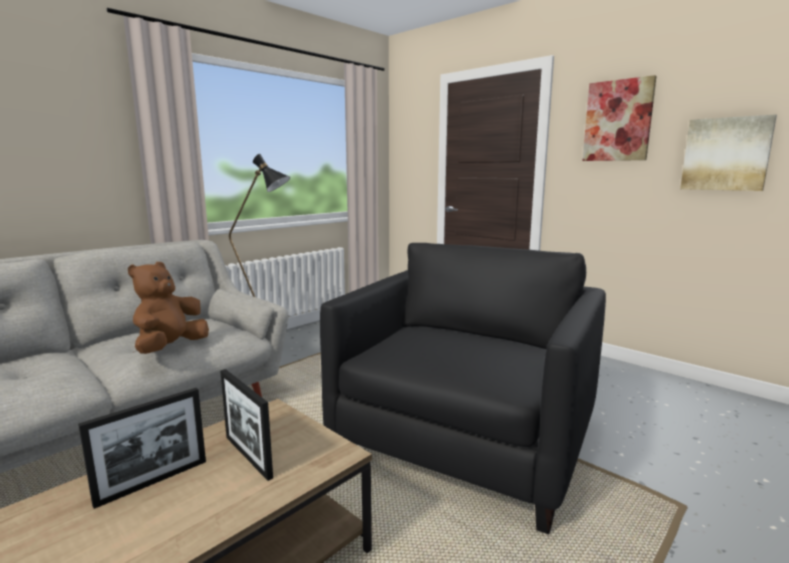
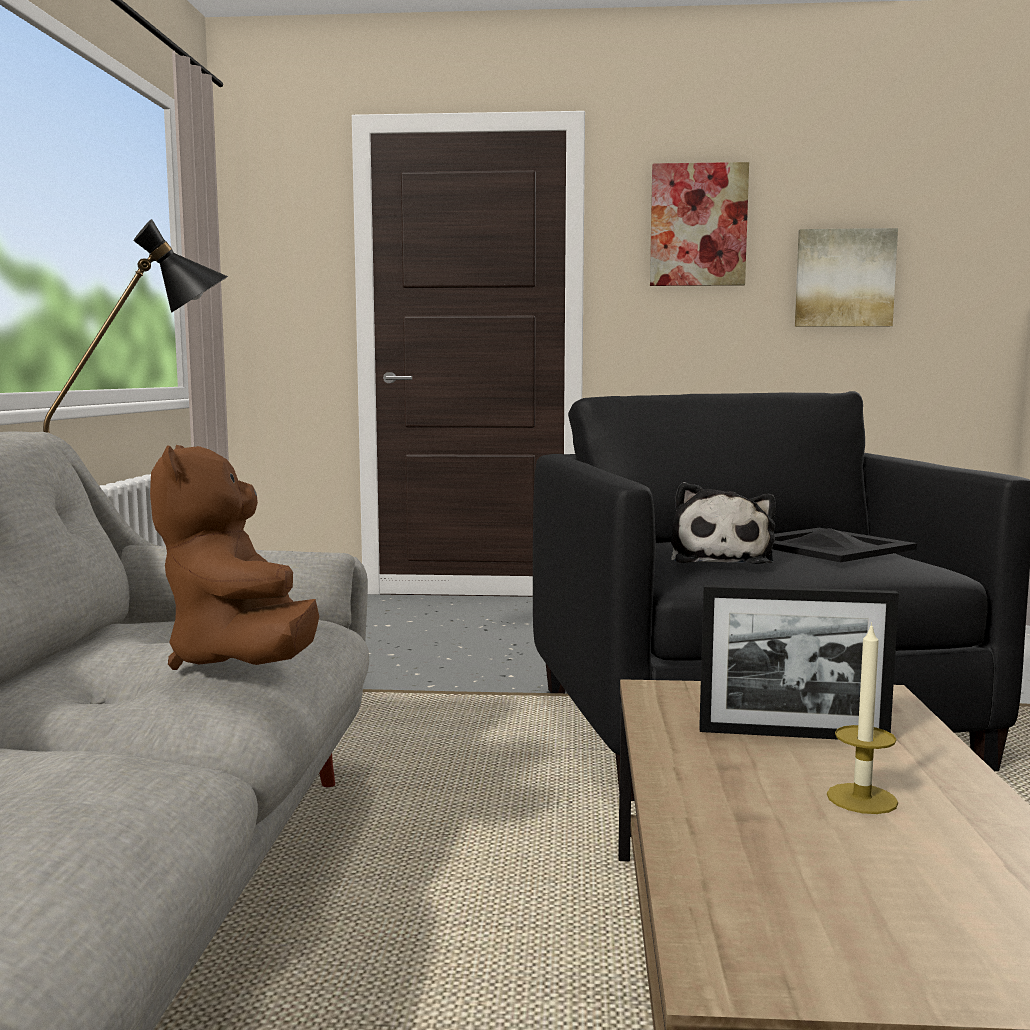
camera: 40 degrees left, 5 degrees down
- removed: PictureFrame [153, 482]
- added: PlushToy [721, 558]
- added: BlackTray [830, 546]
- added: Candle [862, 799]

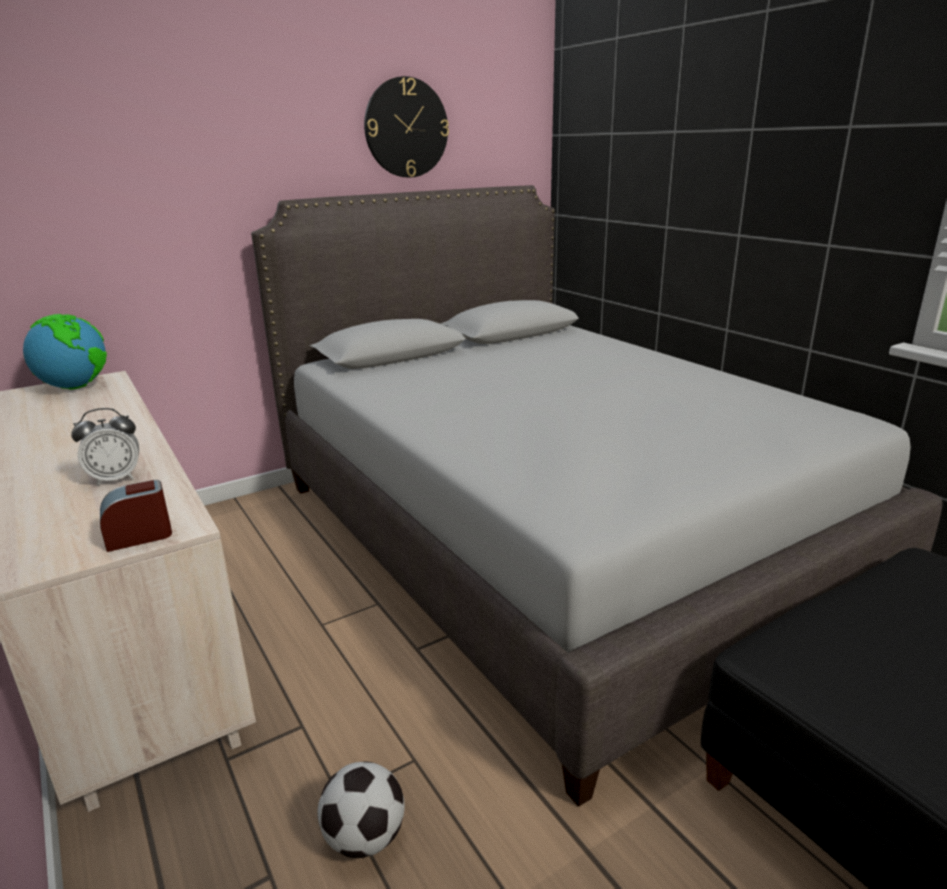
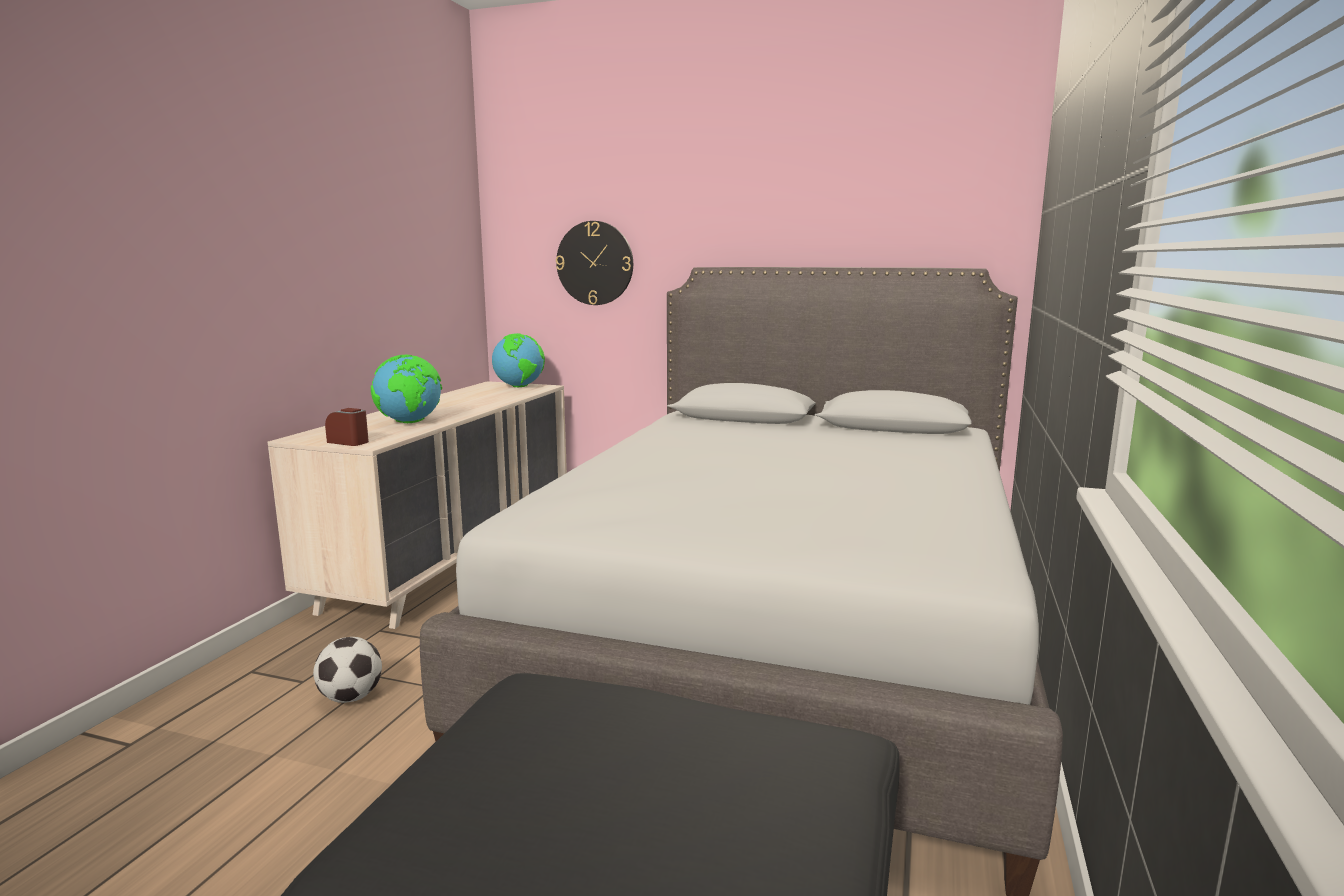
camera: 50 degrees right, 10 degrees down
- moved: WallClock [406, 128] to [595, 263]
- replaced: AlarmClock [116, 478] to Globe [410, 422]

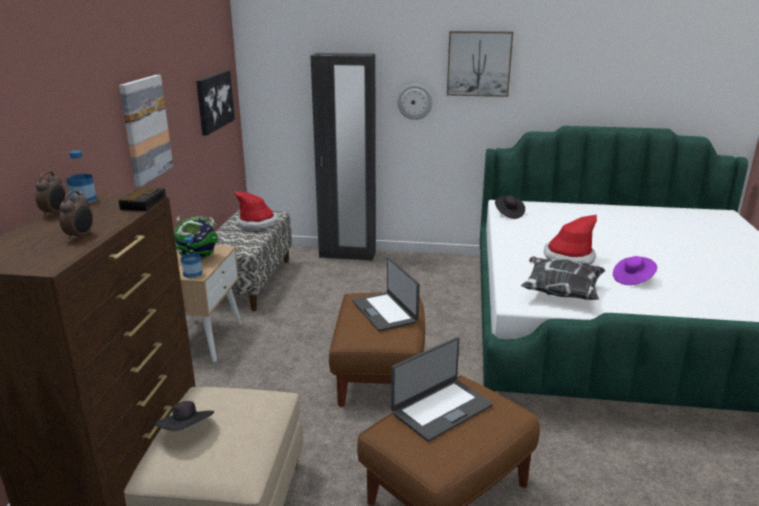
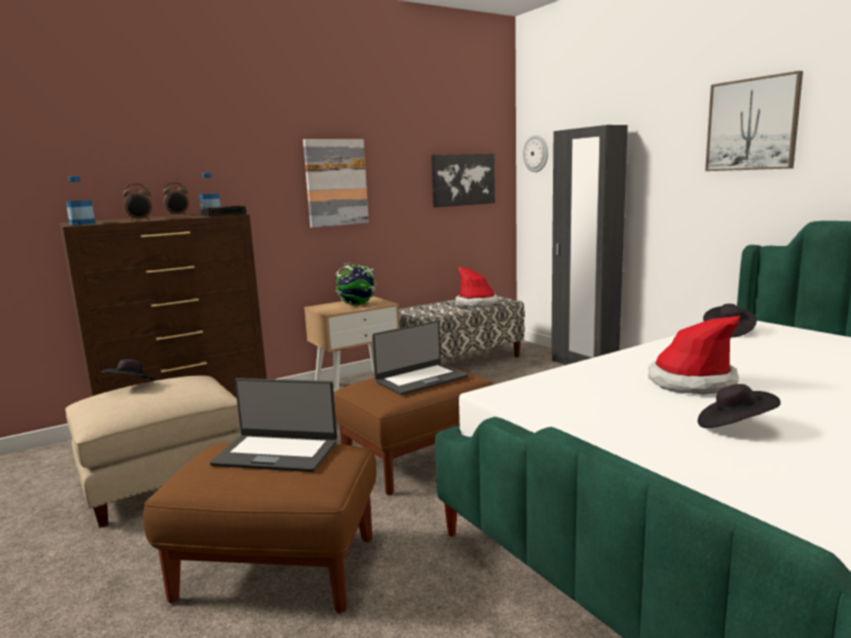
camera: 50 degrees right, 10 degrees down
- moved: WallClock [415, 102] to [536, 153]
- moved: Bottle [193, 274] to [82, 224]
- removed: Pillow [560, 292]
- recoloured: PurpleHat [632, 279] to BlackHat [734, 426]
- turned: Laptop [385, 311] = [420, 379] 150 degrees counterclockwise

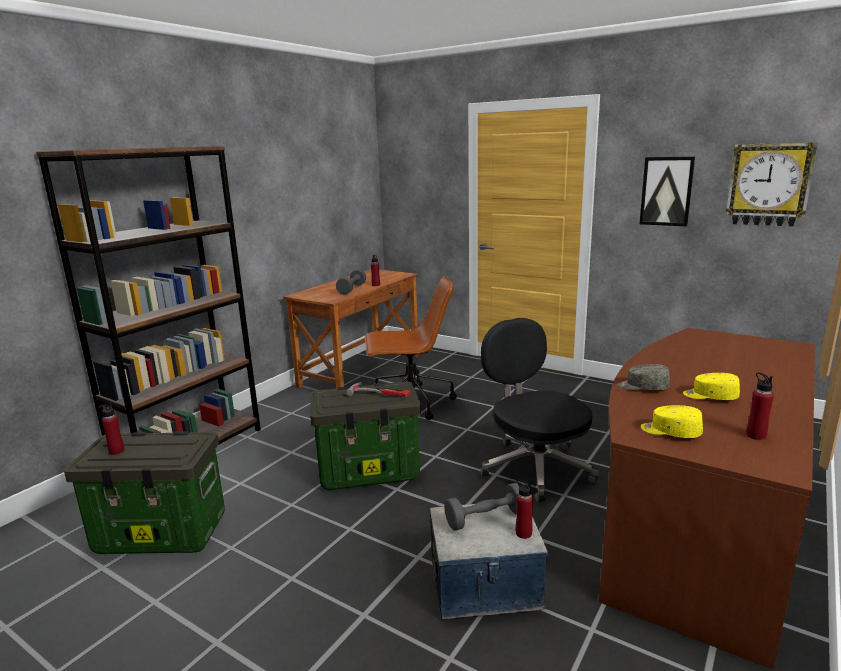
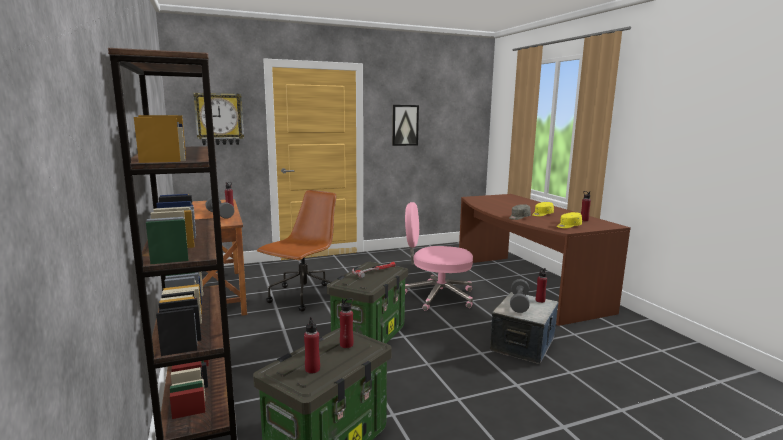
camera: 55 degrees left, 5 degrees down
- moved: WallClock [769, 184] to [219, 119]
- recoloured: BlackOfficeChair [535, 467] to PinkOfficeChair [437, 296]
- added: RedBottle [346, 345]

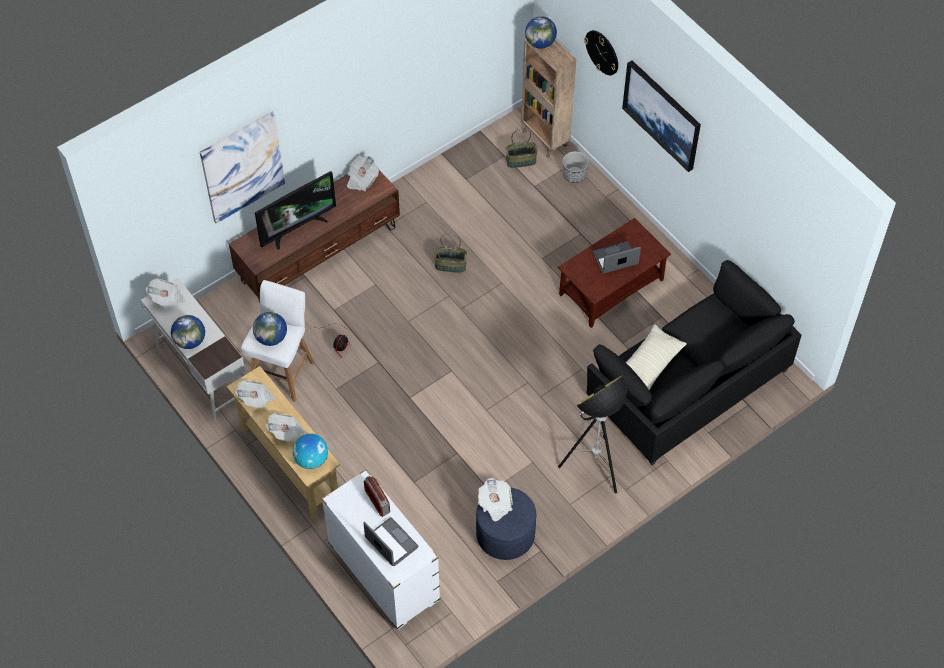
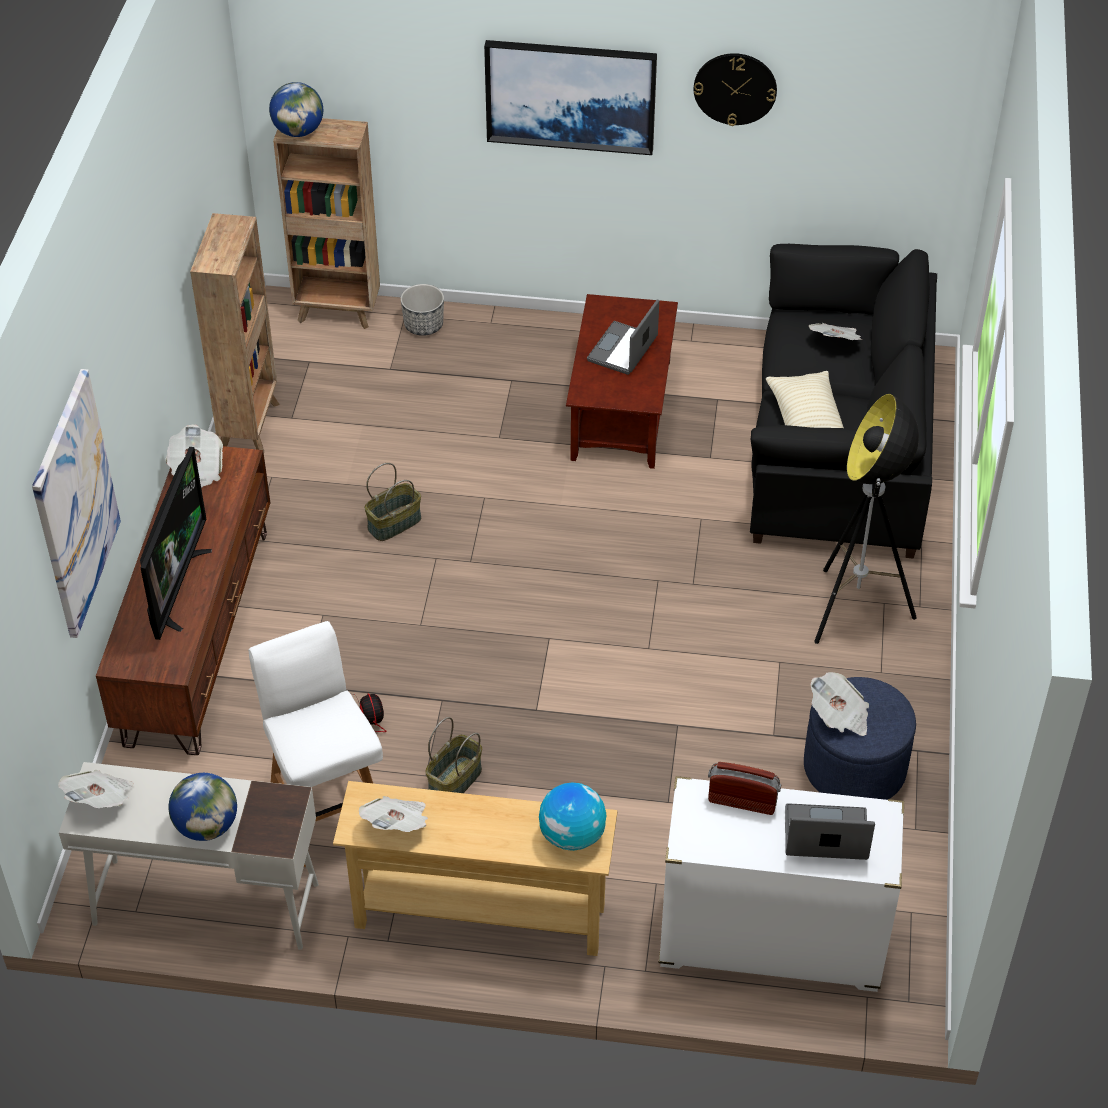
camera: 45 degrees left, 10 degrees down
- moved: WallClock [602, 52] to [735, 88]
- moved: Basket [520, 161] to [455, 781]
- removed: Globe [271, 337]
- moved: Newspaper [287, 432] to [835, 342]
- added: BrownBookcase [250, 424]

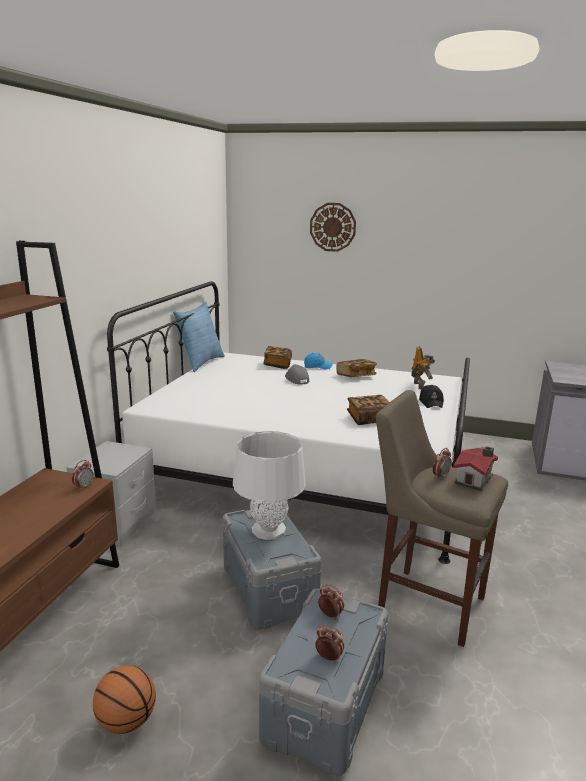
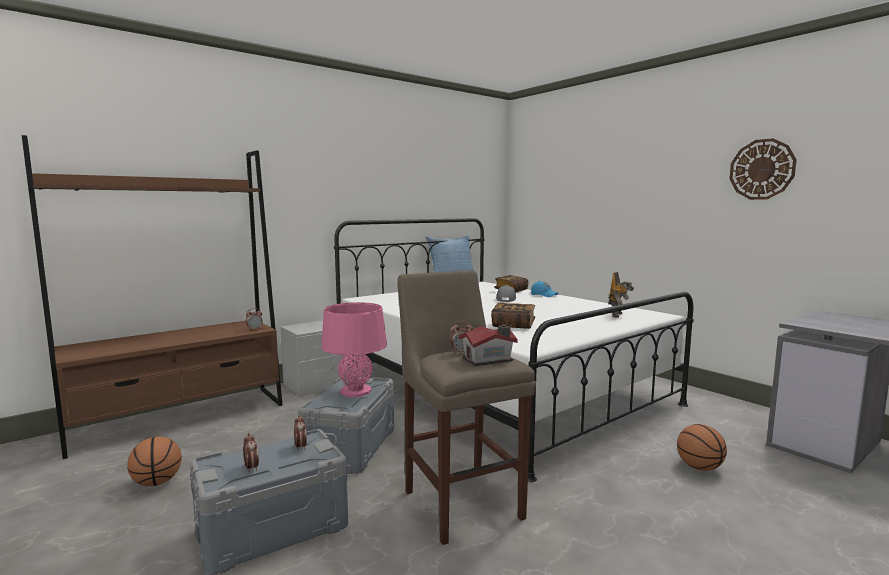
camera: 35 degrees right, 10 degrees down
- moved: WallClock [332, 227] to [762, 169]
- removed: Book [356, 376]
- removed: BlackCap [431, 402]
- recoloured: WhiteTableLamp [268, 530] to PinkTableLamp [355, 391]
- added: Basketball [699, 467]

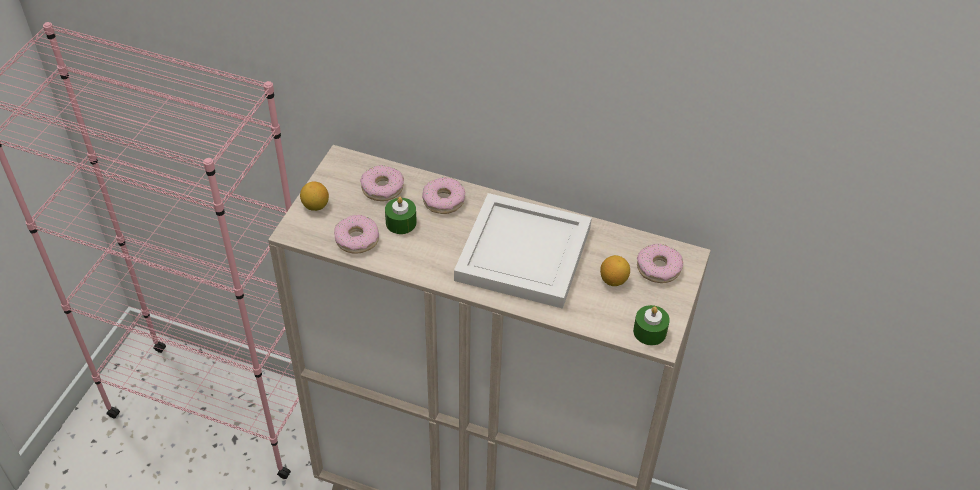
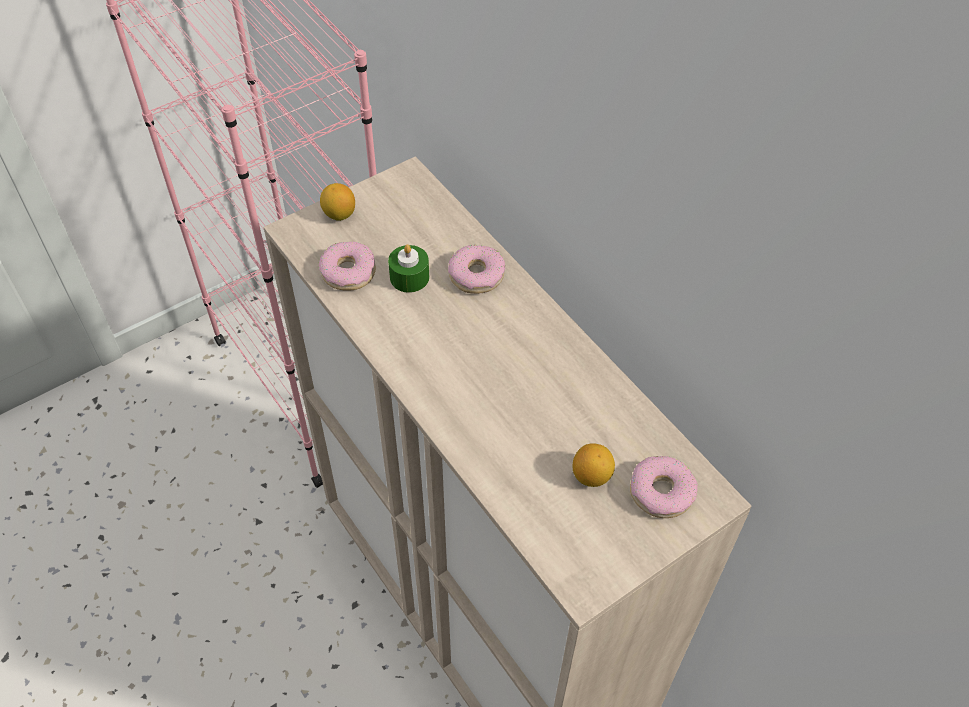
camera: 35 degrees right, 5 degrees up
- removed: Donut [382, 188]
- removed: WhiteTray [521, 254]
- removed: GreenCandle [649, 332]

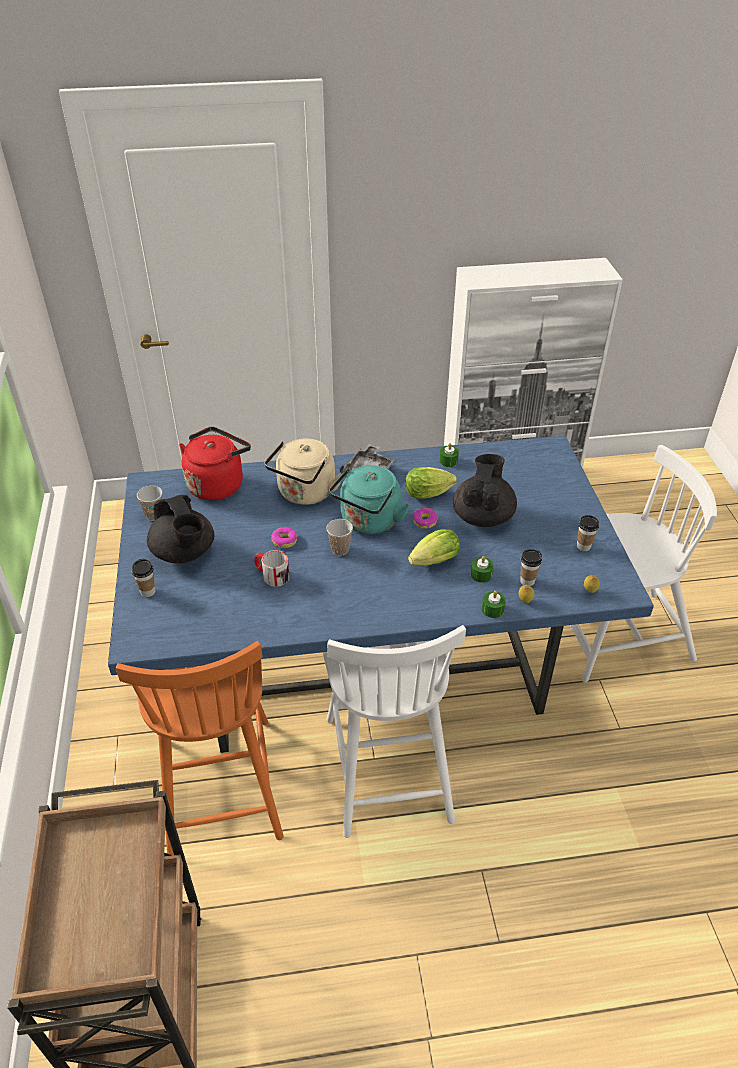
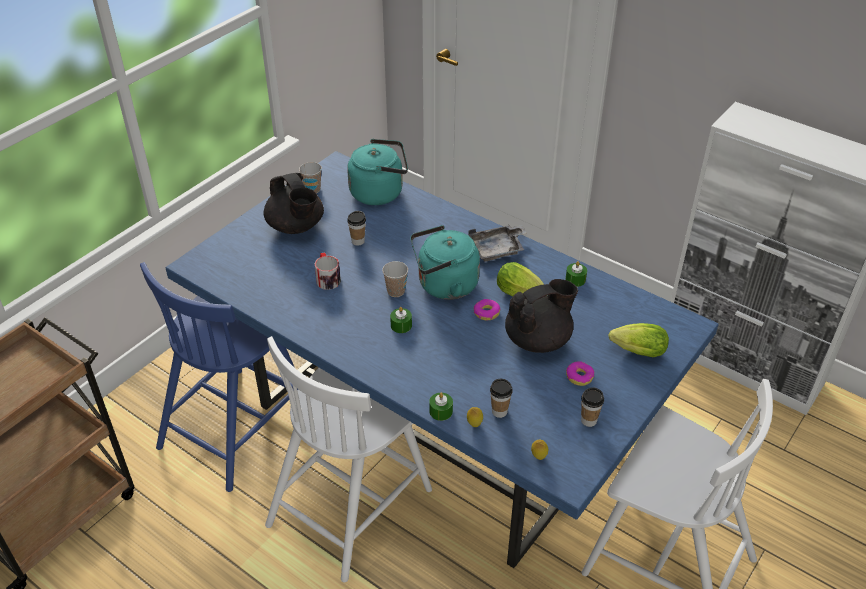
camera: 45 degrees right, 0 degrees up
- recoloured: RedKettle [217, 484] to TurquoiseKettle [380, 192]
- removed: BeigeKettle [305, 494]
- turned: BlackTeapot [184, 553] = [296, 227] 45 degrees counterclockwise
- moved: Donut [284, 541] to [579, 376]
- moved: Lettuce [432, 562] to [635, 351]
- moved: GreenCandle [481, 574] to [401, 325]
- moved: Cup [148, 592] to [358, 241]
- recoloured: OrangeChair [219, 783] to BlueChair [237, 425]

